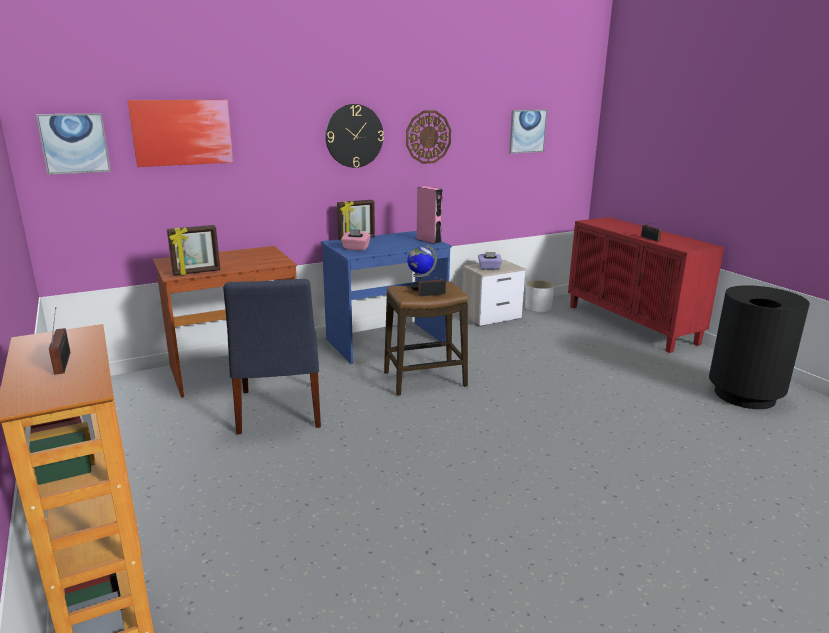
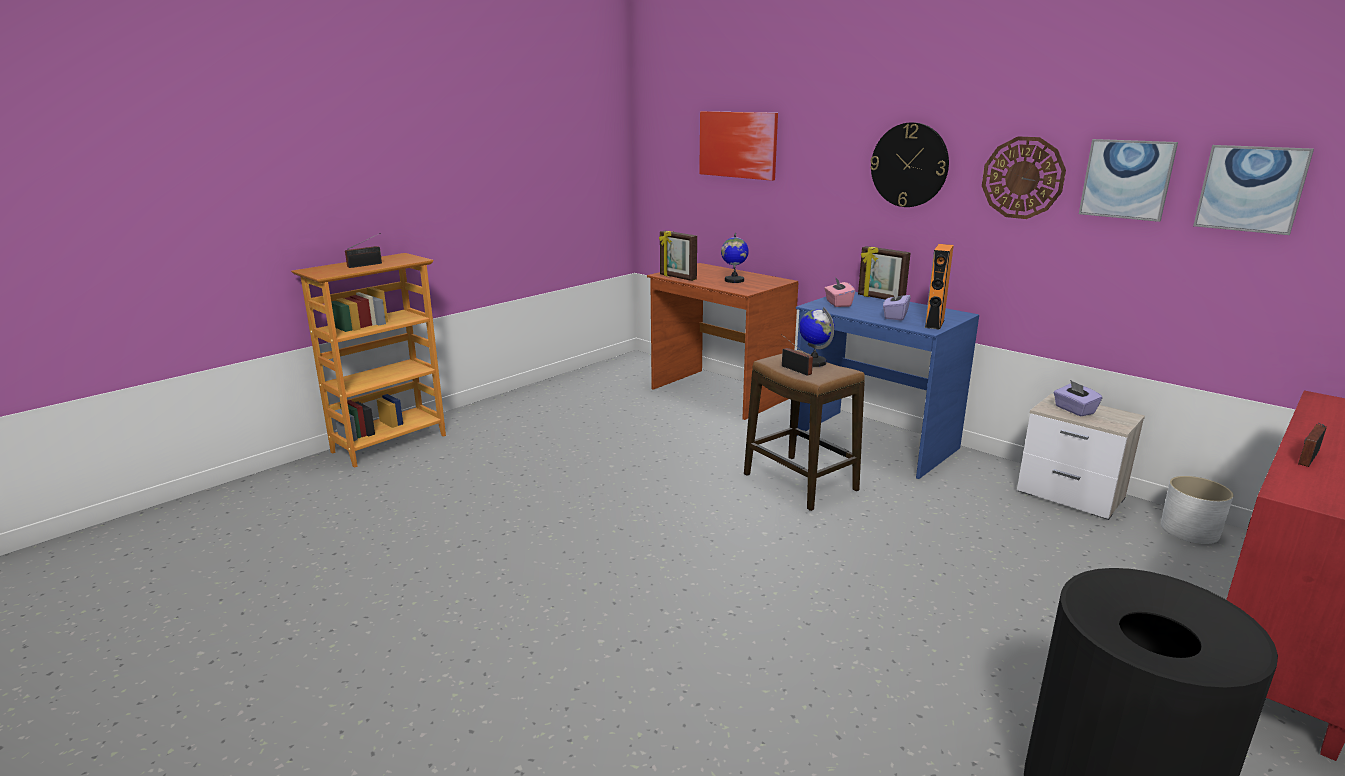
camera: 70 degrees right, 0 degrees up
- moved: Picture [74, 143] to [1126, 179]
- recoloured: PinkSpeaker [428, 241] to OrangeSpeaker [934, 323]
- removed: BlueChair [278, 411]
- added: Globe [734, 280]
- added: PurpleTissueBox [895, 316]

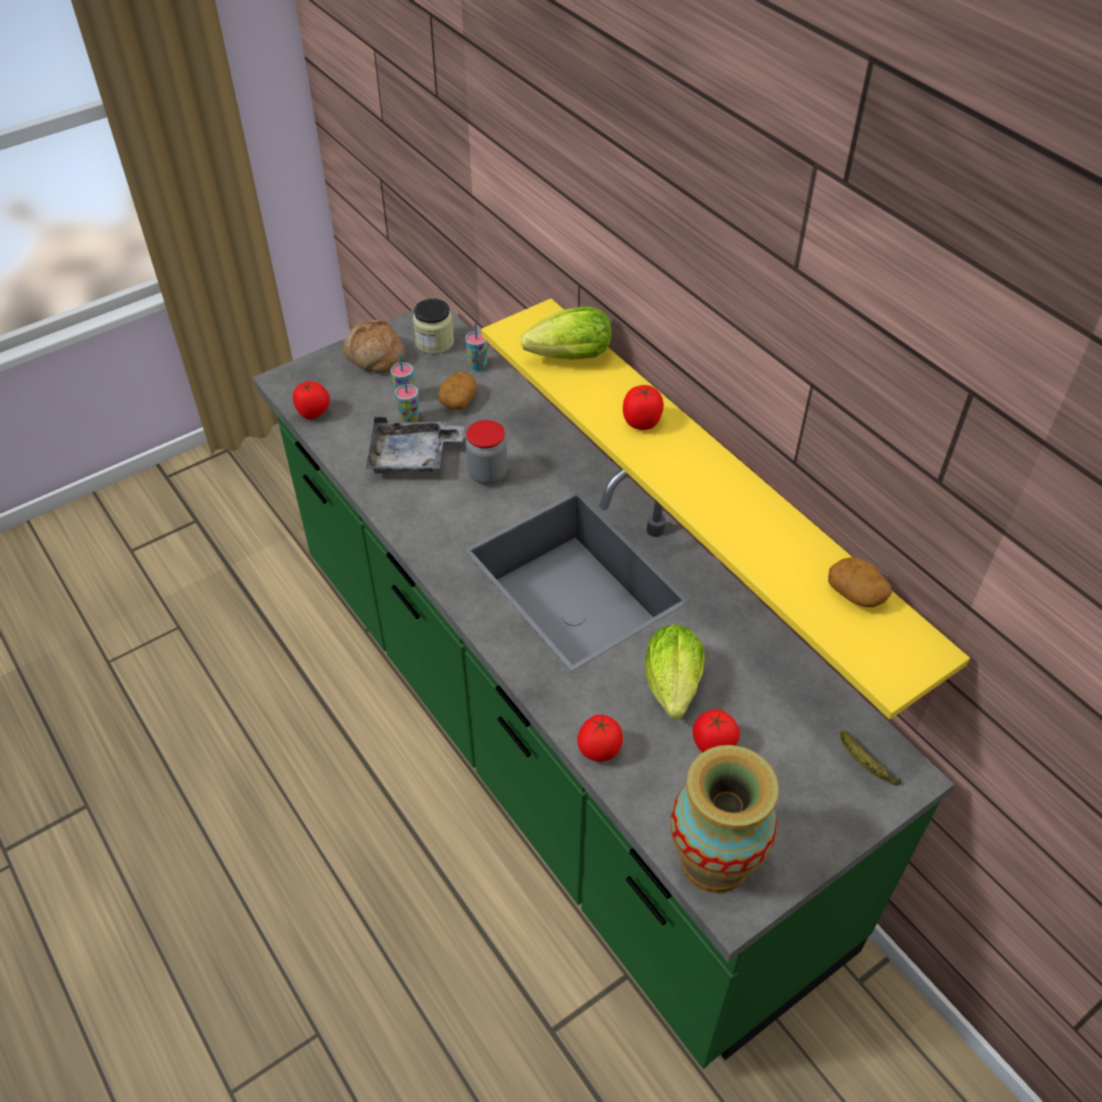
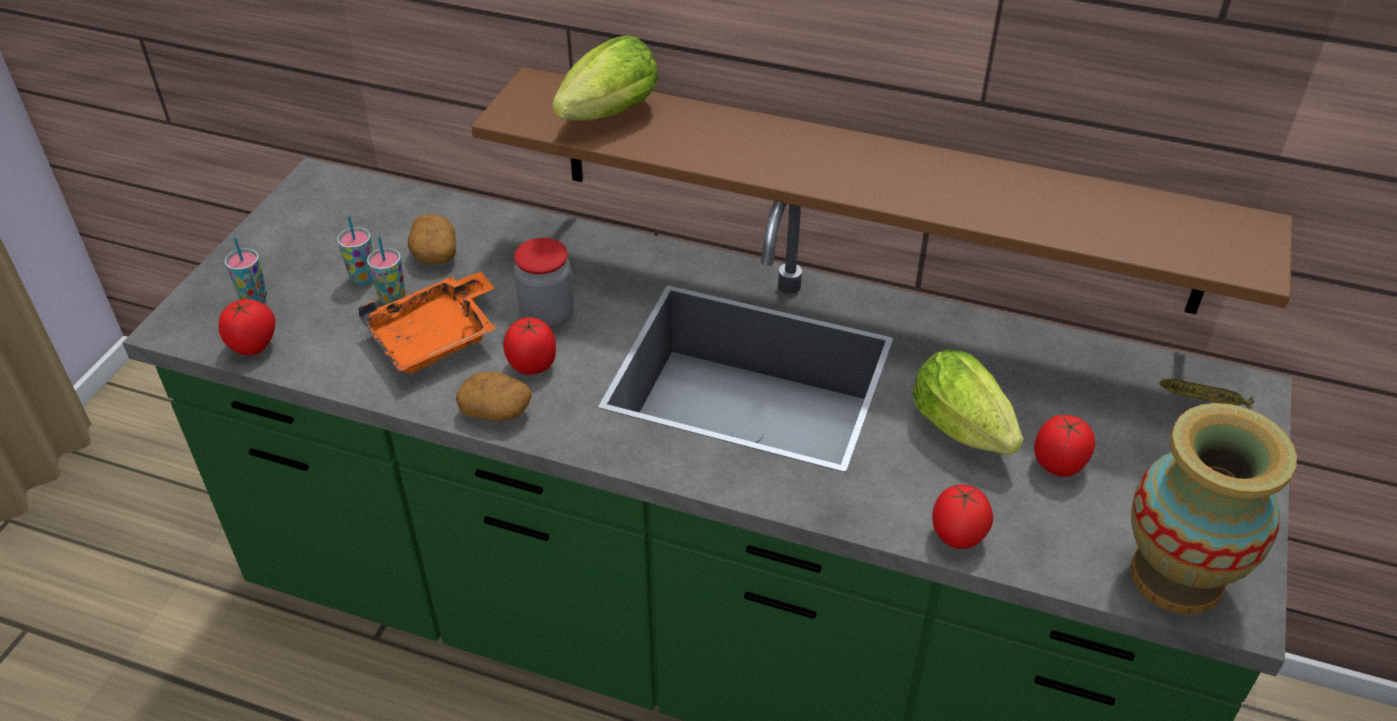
camera: 35 degrees left, 5 degrees down
- removed: Jar [434, 342]
- recoloured: YellowShelf [724, 489] to BrownShelf [872, 189]
- removed: Bread [374, 356]
- moved: Cup [478, 365] to [254, 299]
- moved: Tomato [642, 422] to [533, 365]
- recoloured: GreyTray [412, 457] to OrangeTray [436, 338]
- moved: Potato [856, 593] to [496, 410]

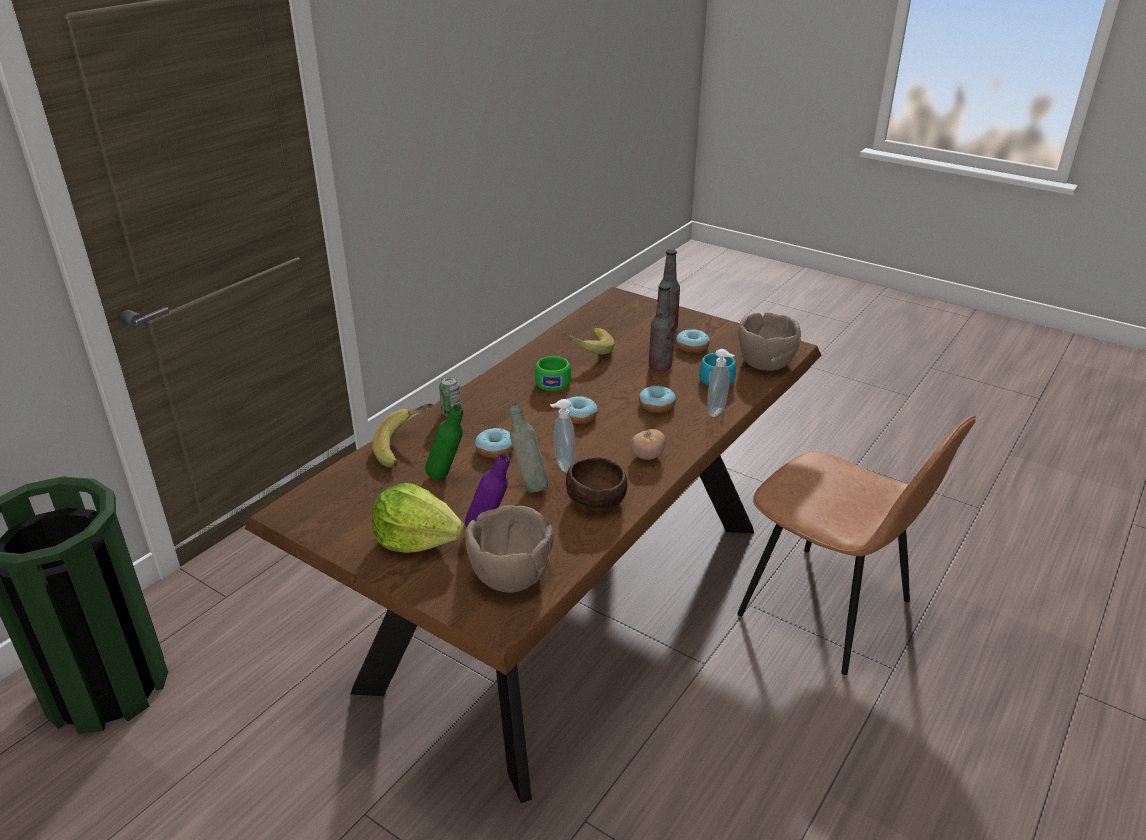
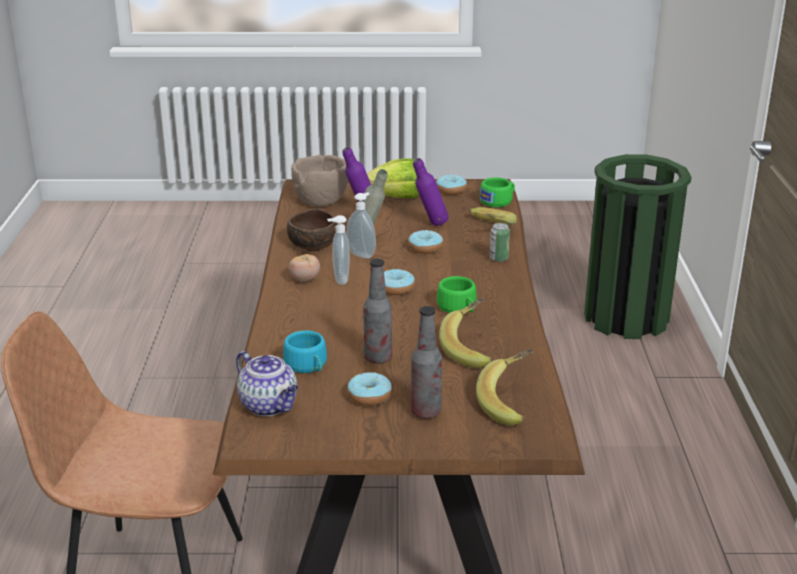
camera: 145 degrees right, 5 degrees down
- replaced: BrownBowl [764, 362] to Teapot [270, 406]
- moved: SoapDispenser [718, 412] to [339, 279]
- moved: Donut [656, 405] to [451, 190]
- recoloured: GreenBottle [447, 478] to PurpleBottle [430, 225]
- added: GreenCup [498, 201]
- added: Banana [512, 403]

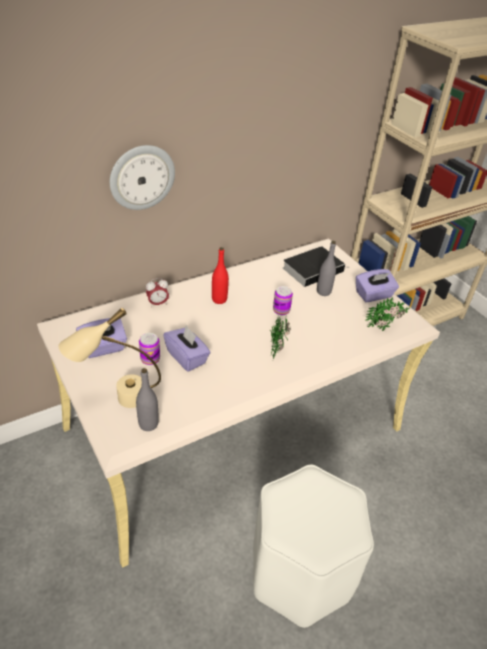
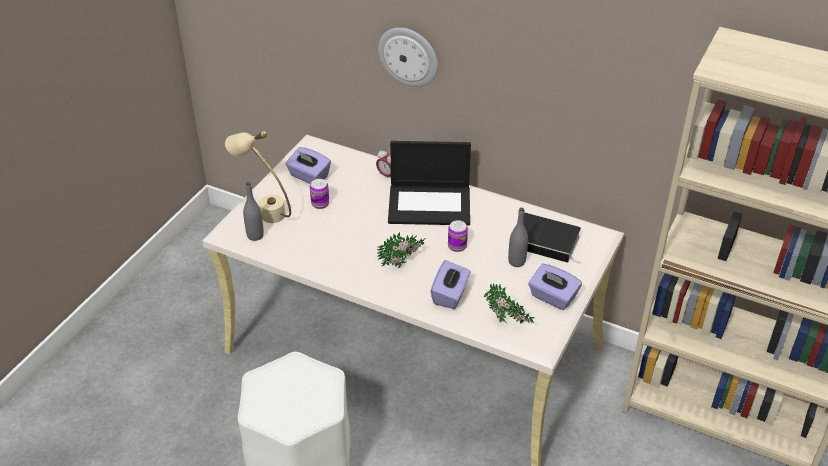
camera: 60 degrees right, 0 degrees up
- replaced: RedBottle [219, 299] to Laptop [430, 204]
- moved: PurpleTissueBox [187, 357] to [450, 295]

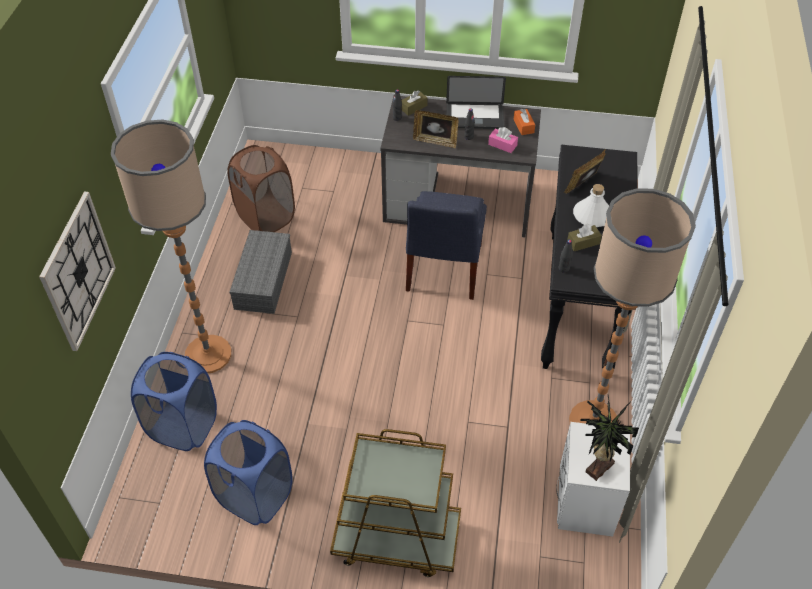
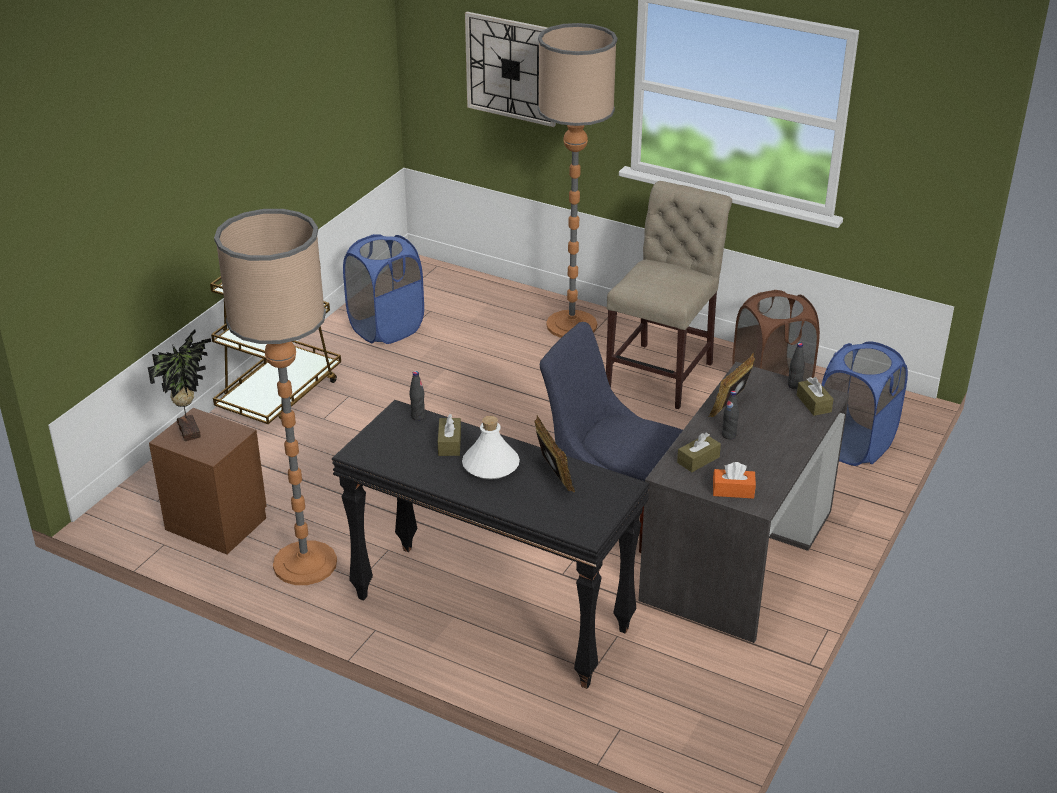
camera: 110 degrees right, 15 degrees down
- removed: Laptop [474, 117]
- recoloured: PinkTissueBox [502, 145] to BrownTissueBox [698, 460]
- replaced: GreyStorageBox [262, 279] to BeigeChair [663, 372]
- moved: BlueLaundryBasket [183, 426] to [854, 445]
- recoloured: WhiteNightstand [584, 503] to BrownNightstand [216, 522]

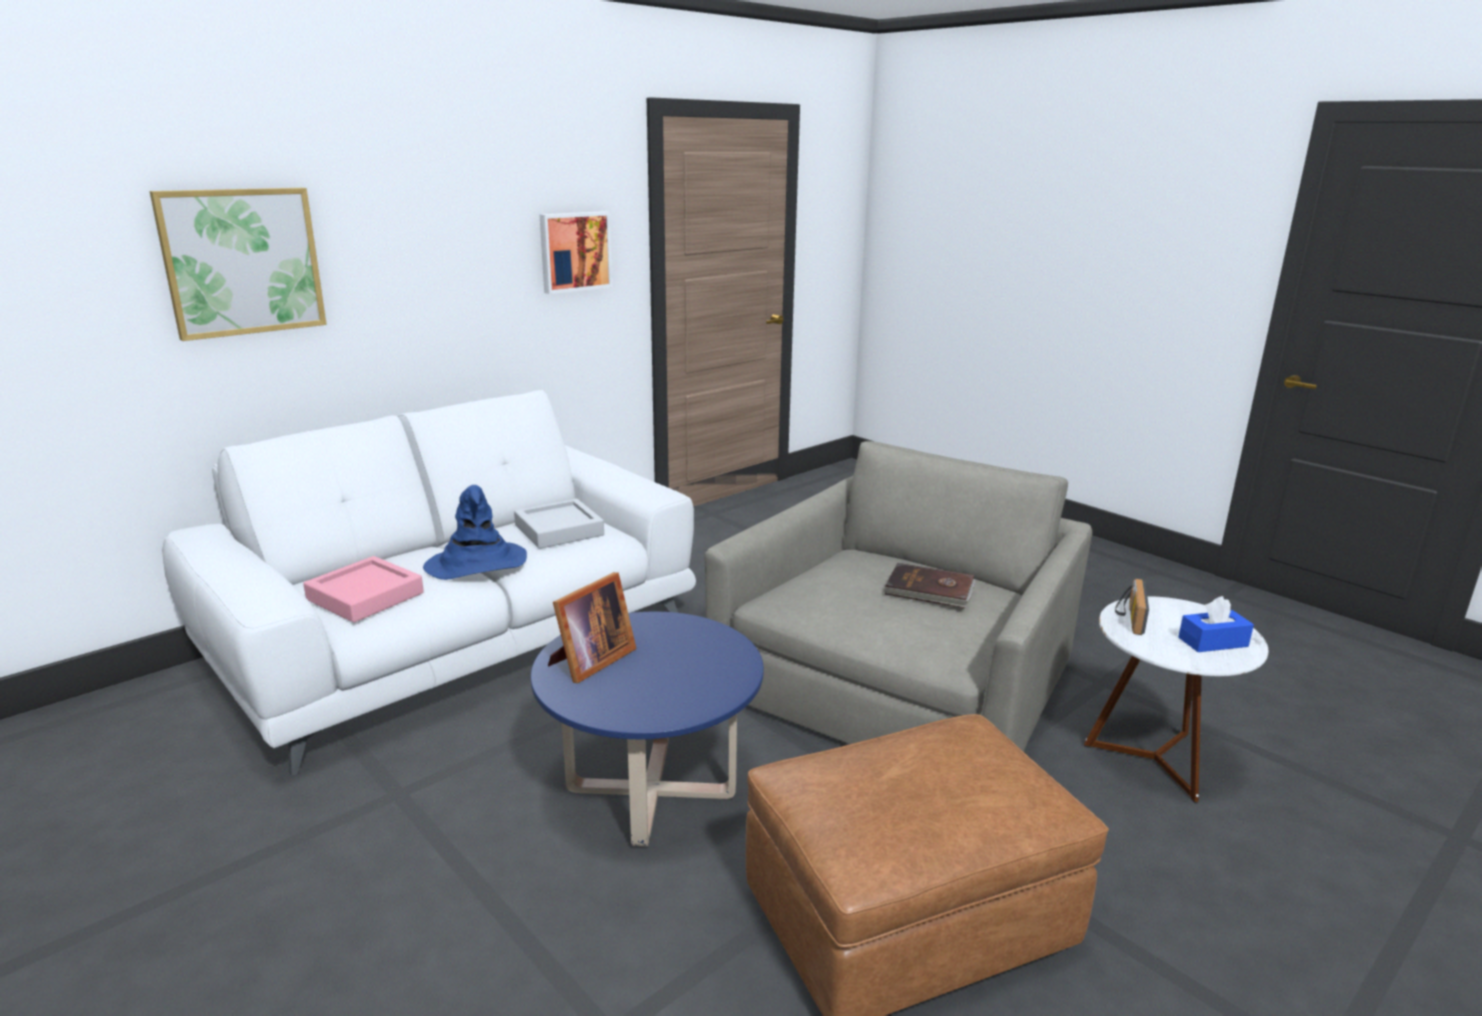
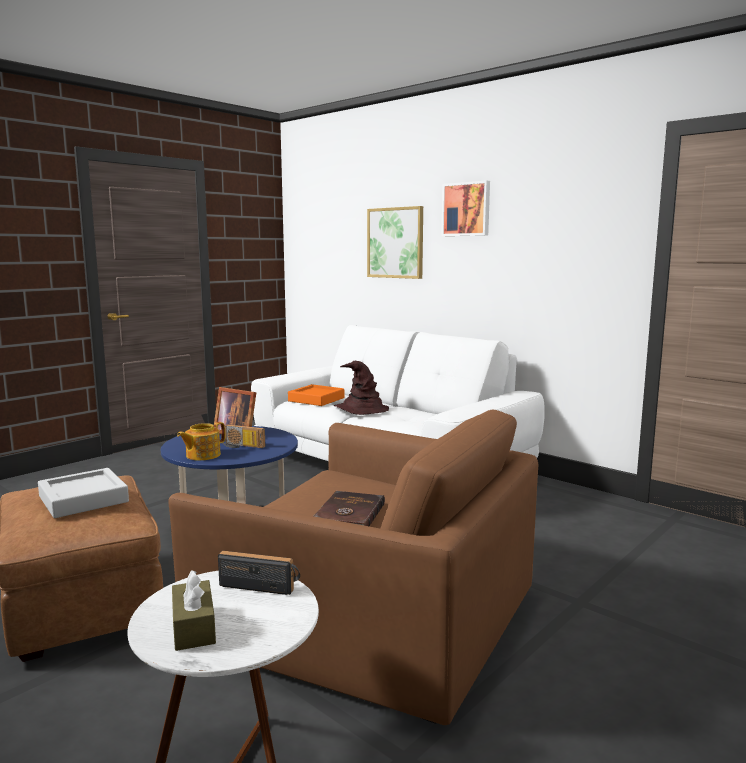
camera: 85 degrees right, 10 degrees down
- moved: Picture [574, 251] to [466, 209]
- recoloured: GreyArmchair [901, 684] to BrownArmchair [371, 612]
- recoloured: BlueHat [477, 564] to BrownHat [360, 410]
- moved: GreyTray [559, 530] to [83, 499]
- recoloured: PinkTray [365, 596] to OrangeTray [316, 399]
- recoloured: BlueTissueBox [1213, 642] to BrownTissueBox [193, 627]
- added: Teapot [202, 455]
- added: Radio [241, 446]

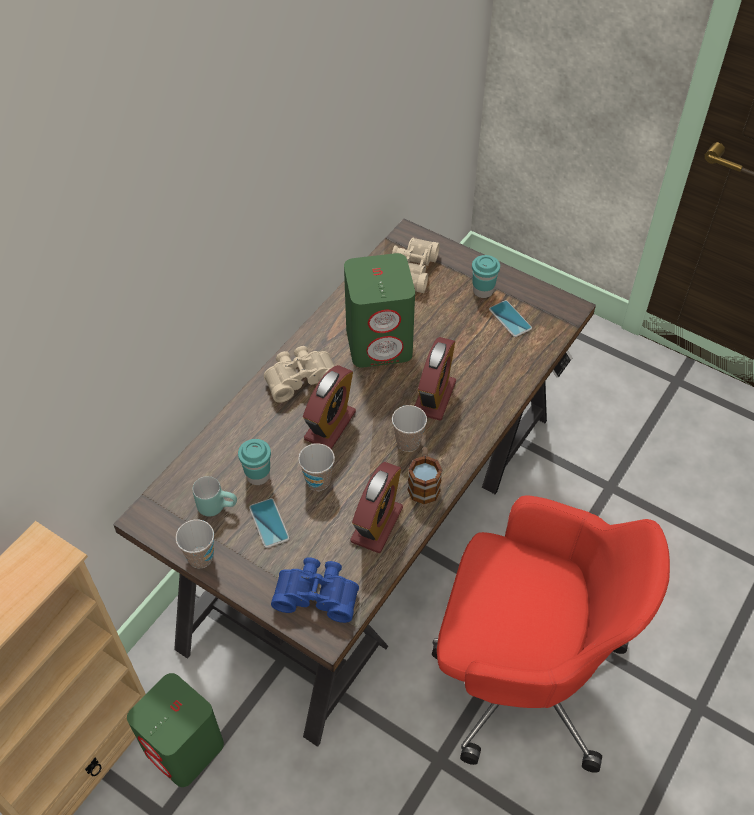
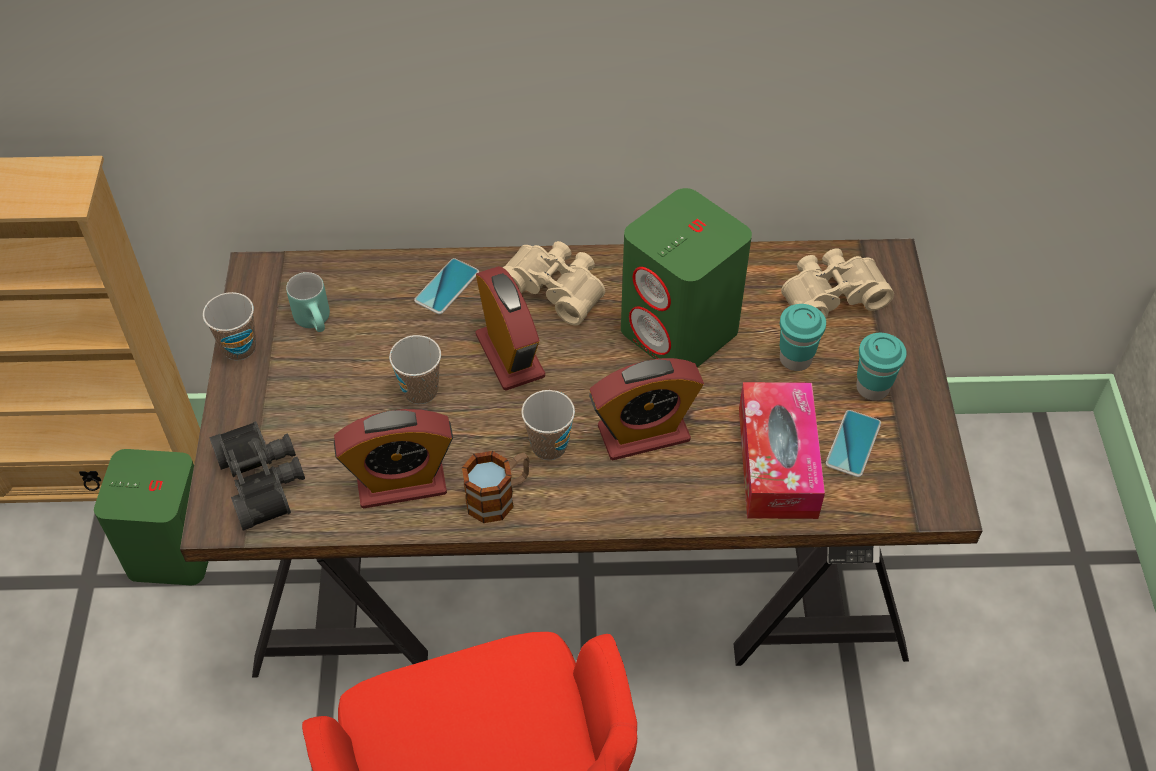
camera: 55 degrees right, 0 degrees up
- turned: AlarmClock [330, 425] = [510, 356] 105 degrees counterclockwise
- moved: TurquoiseCup [258, 476] to [795, 359]
- moved: Phone [269, 523] to [447, 287]
- recoloured: BlueBinoculars [317, 593] to BlackBinoculars [264, 480]
- added: TissueBox [777, 462]

